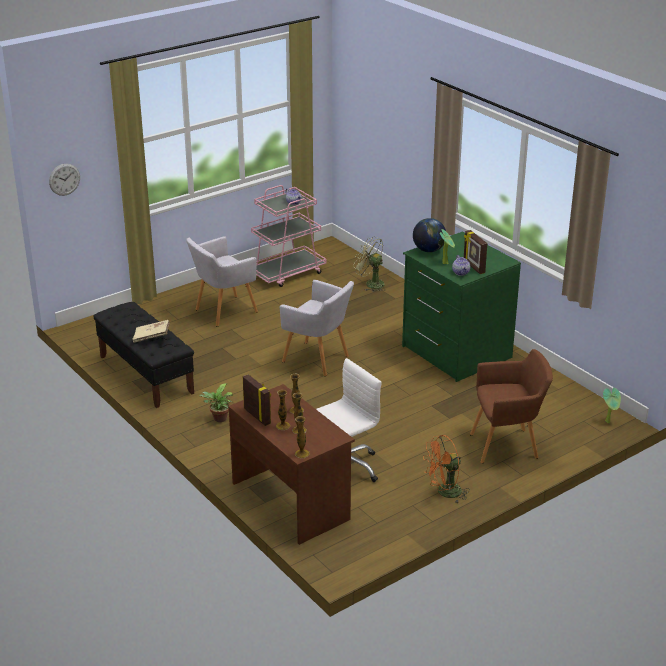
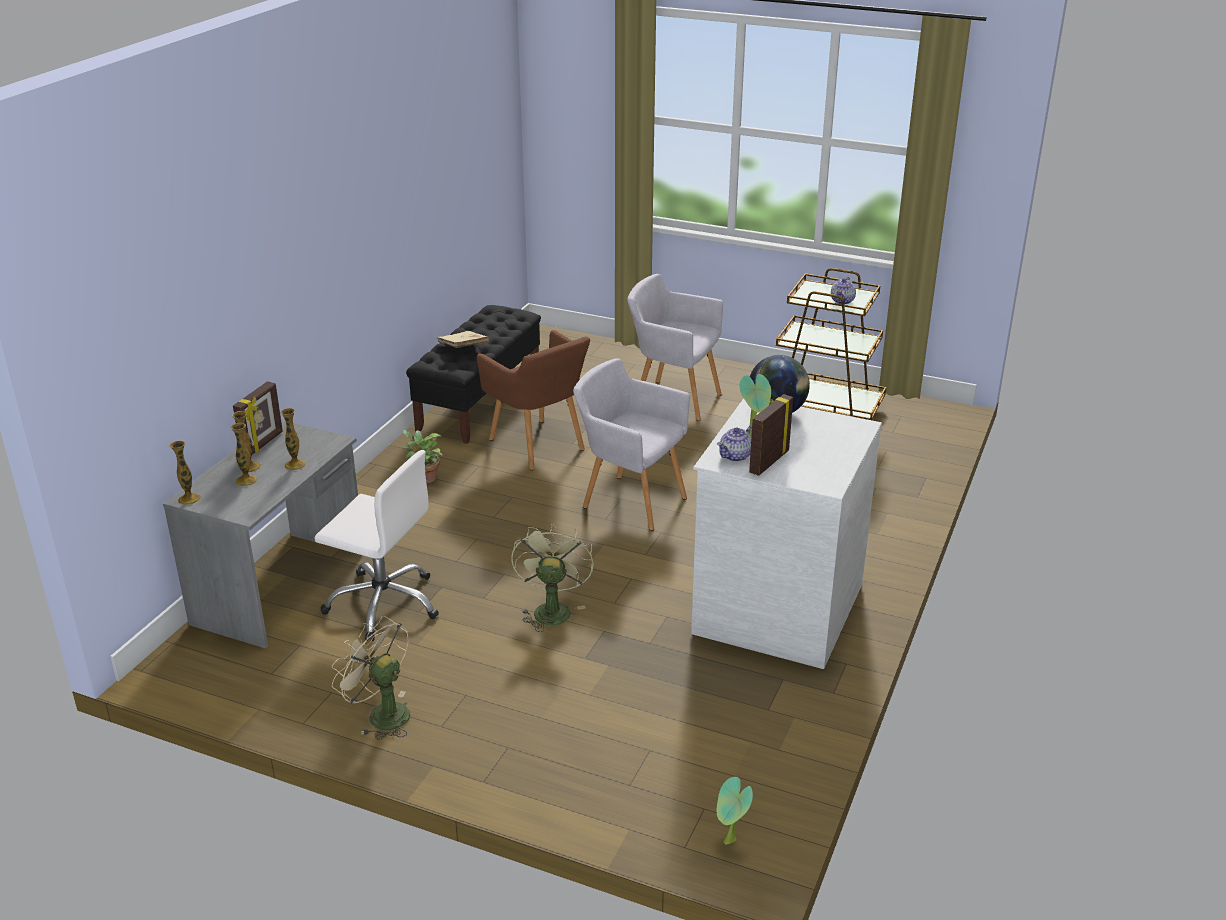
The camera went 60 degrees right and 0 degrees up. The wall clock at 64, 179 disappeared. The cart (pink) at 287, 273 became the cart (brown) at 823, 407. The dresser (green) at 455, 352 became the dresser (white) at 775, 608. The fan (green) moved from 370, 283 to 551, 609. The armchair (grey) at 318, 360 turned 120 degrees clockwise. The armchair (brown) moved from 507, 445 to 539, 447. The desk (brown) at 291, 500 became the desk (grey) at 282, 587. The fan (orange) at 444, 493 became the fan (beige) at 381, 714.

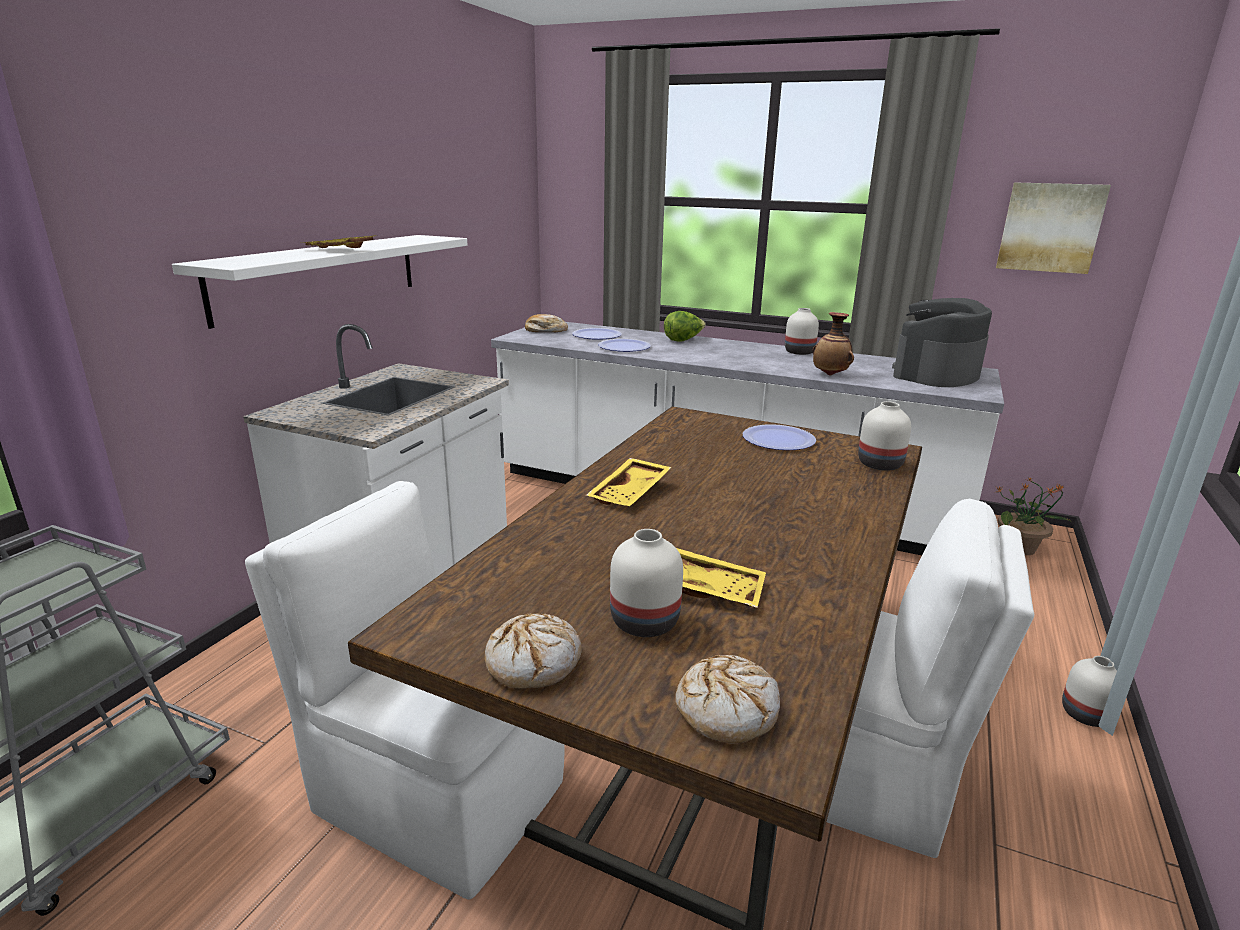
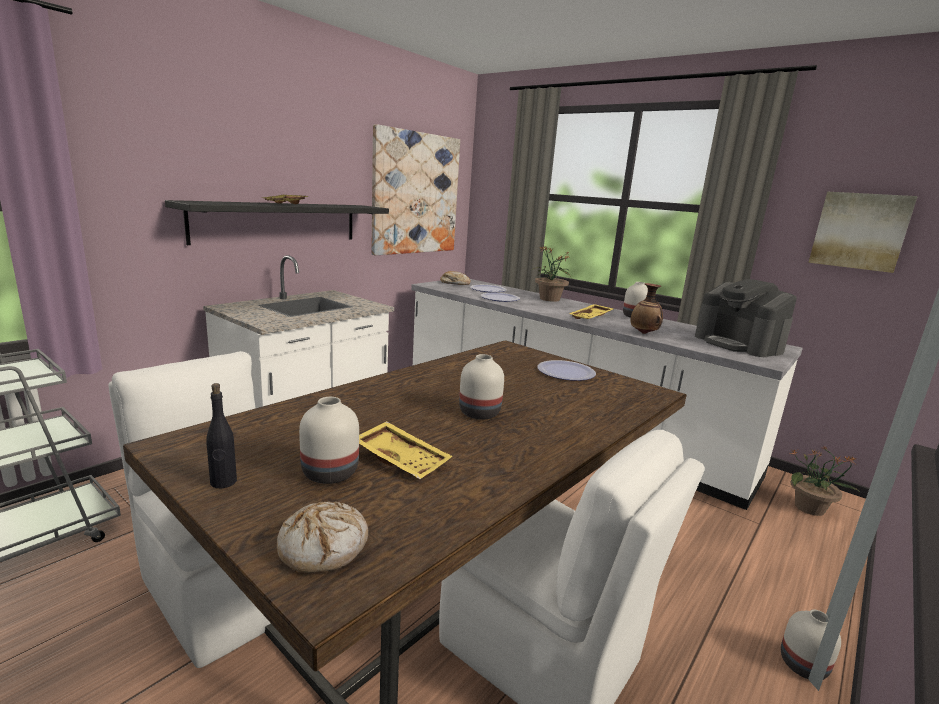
The camera went 15 degrees right and 5 degrees down. The shelf (white) at 321, 275 became the shelf (black) at 278, 222. The coffee machine at 936, 374 turned 90 degrees counterclockwise. The lettuce at 683, 340 was replaced by the potted plant at 549, 299. The vase (white) moved from 879, 465 to 478, 413. The tray (yellow) moved from 631, 493 to 591, 317. The bread at 534, 662 was replaced by the bottle (black) at 223, 482. The picture at 416, 194 appeared.

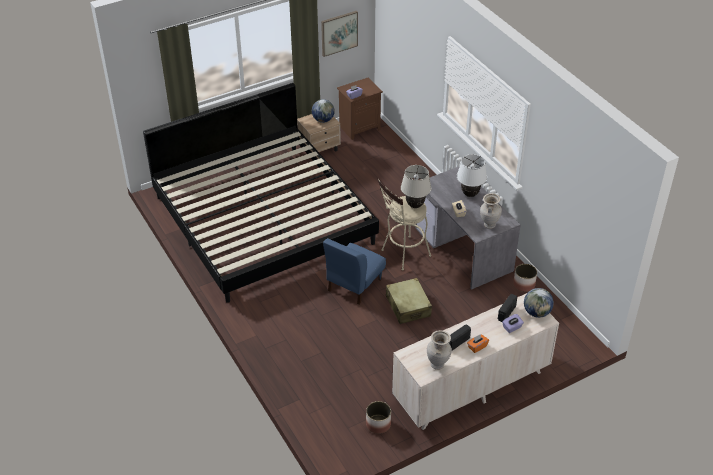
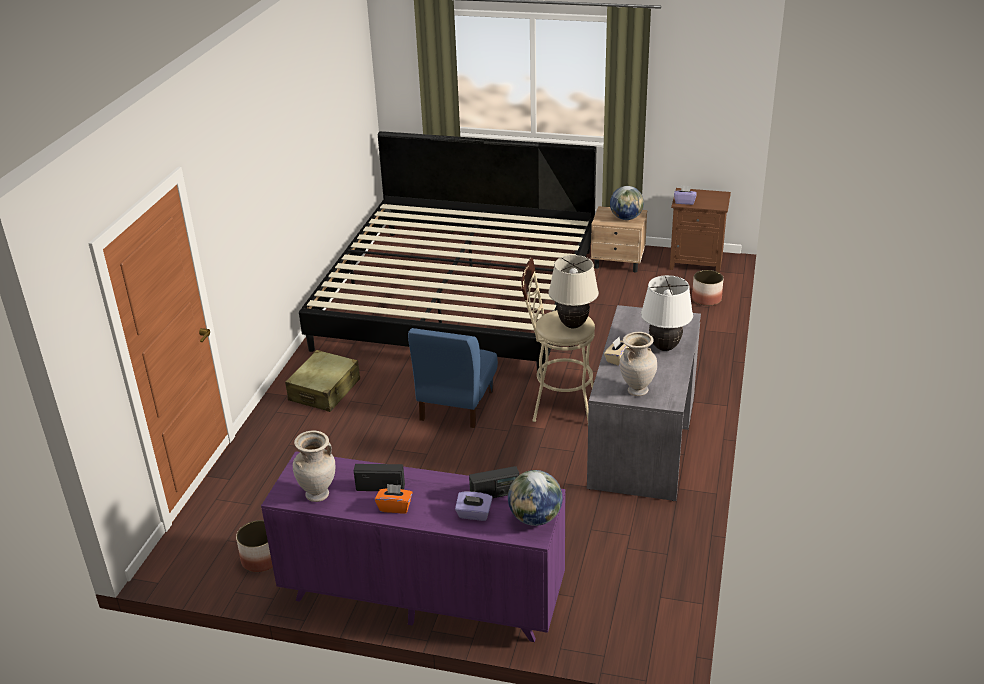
The camera went 45 degrees right and 10 degrees down. The picture at 339, 33 disappeared. The chair (blue) at 354, 285 turned 60 degrees counterclockwise. The planter moved from 524, 284 to 706, 299. The suitcase (beige) moved from 408, 306 to 325, 390. The dresser (beige) at 471, 387 became the dresser (purple) at 421, 595.

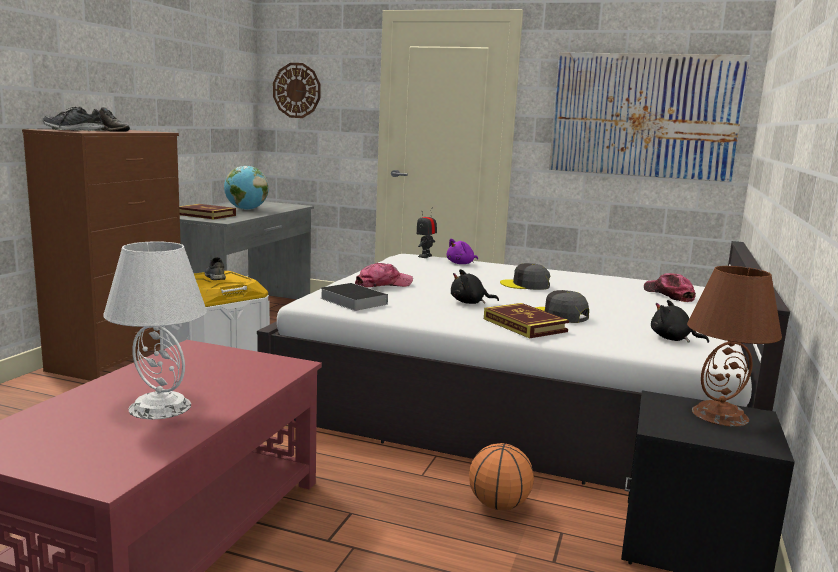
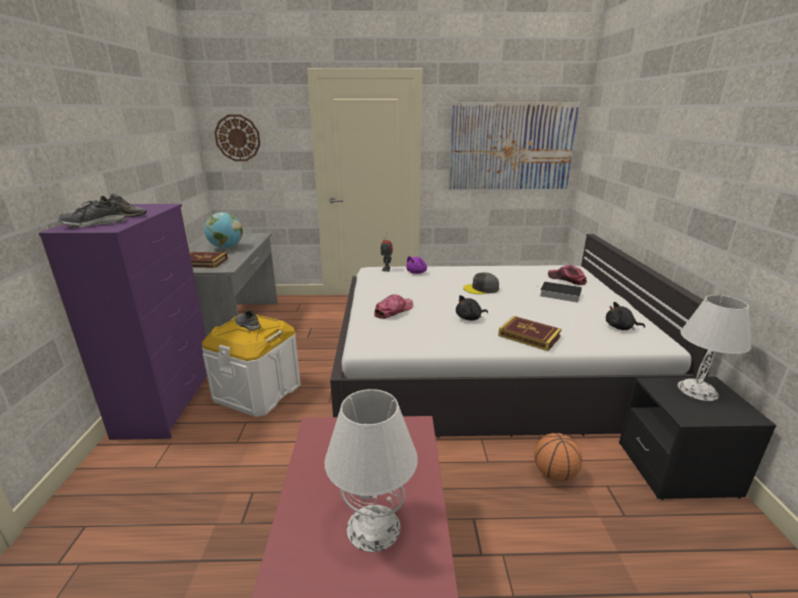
The camera went 20 degrees left and 10 degrees up. The dresser (brown) at 120, 356 became the dresser (purple) at 168, 402. The table lamp (brown) at 720, 415 became the table lamp (white) at 698, 390. The book moved from 351, 301 to 558, 294. The cap (grey) at 559, 315 disappeared.

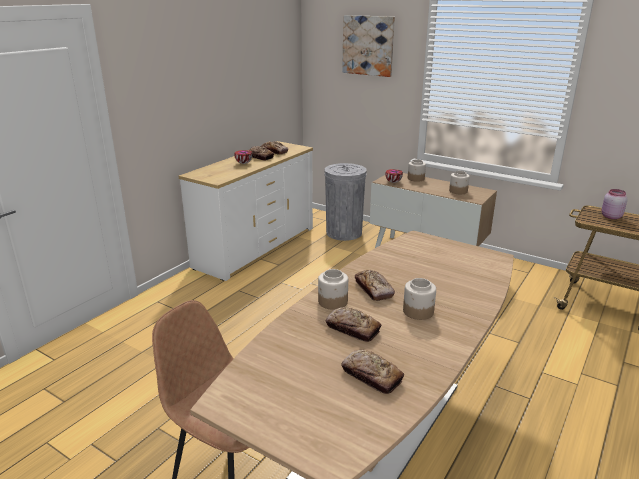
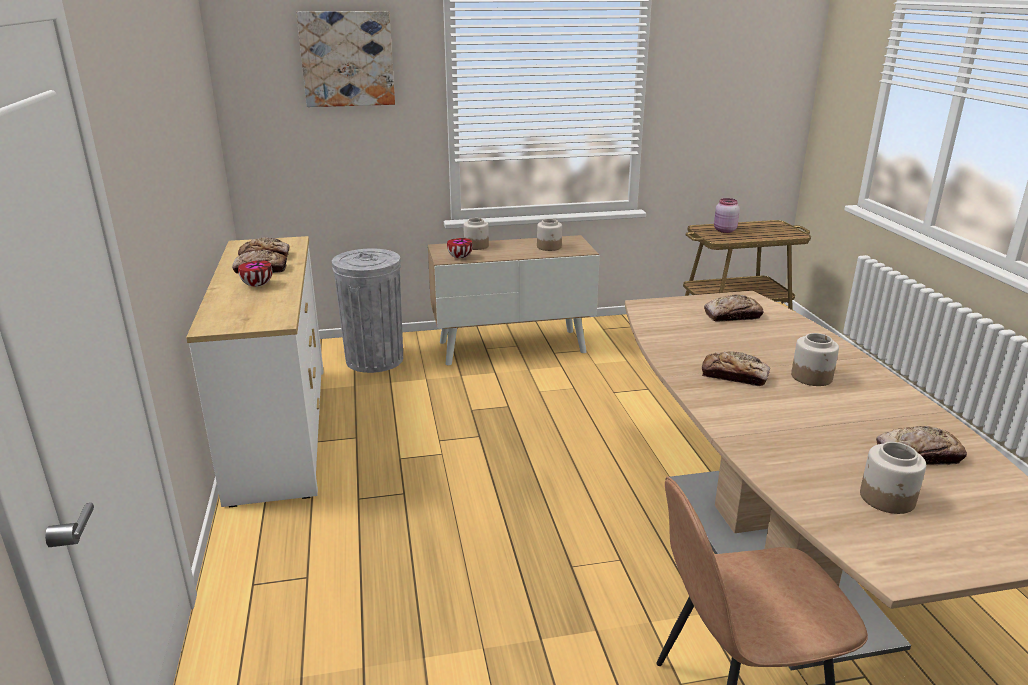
The camera went 45 degrees left and 0 degrees up. The jar moved from 332, 302 to 887, 498. The bread moved from 352, 329 to 732, 316.

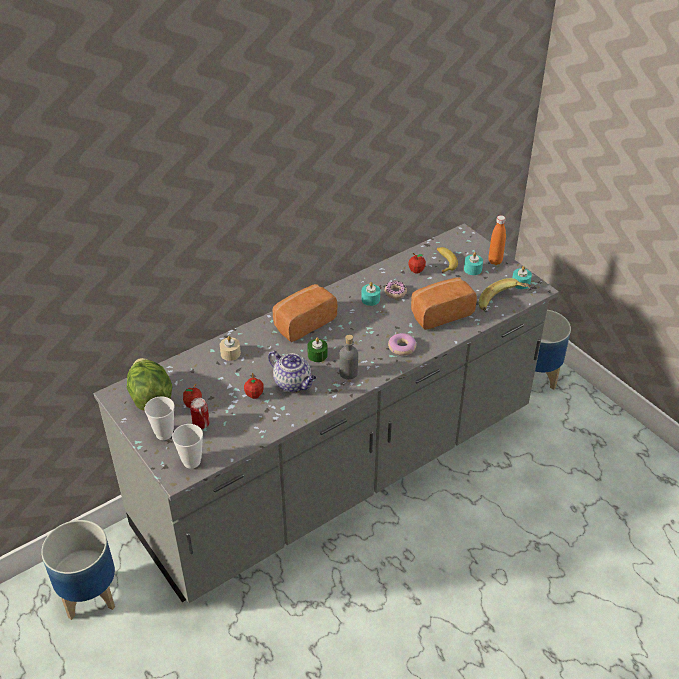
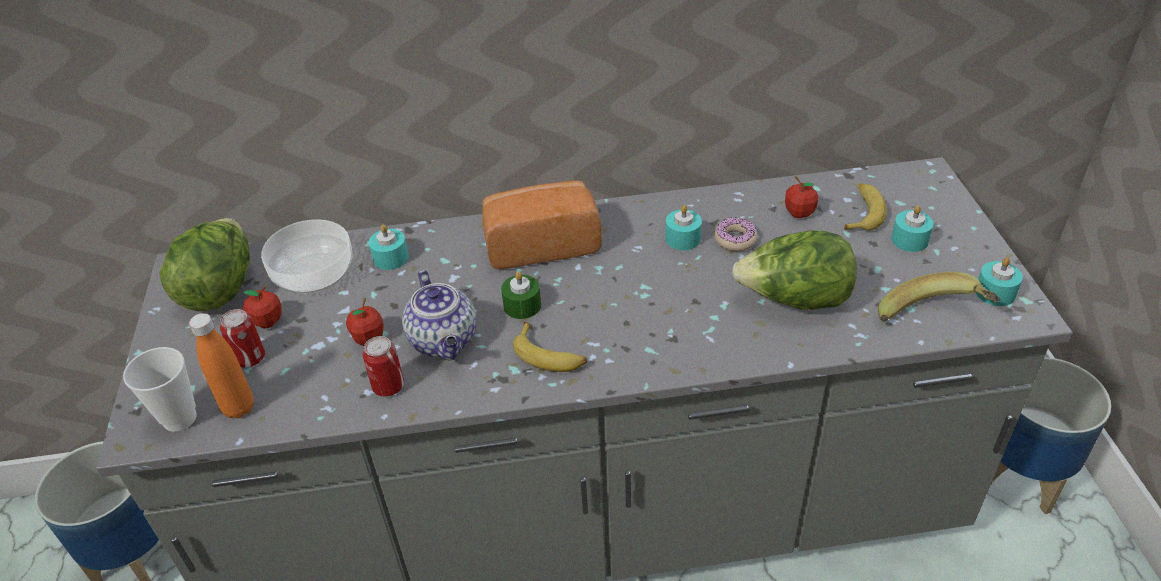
The camera went 30 degrees right and 0 degrees up. The bottle (orange) moved from 495, 261 to 239, 408. The bread at 440, 313 was replaced by the lettuce at 794, 300. The donut at 402, 347 disappeared. The bottle (grey) at 348, 373 was replaced by the banana at 550, 355. The candle (beige) at 230, 353 became the candle (turquoise) at 390, 258. The cup at 164, 433 disappeared. The bowl at 315, 273 appeared. The can at 388, 386 appeared.

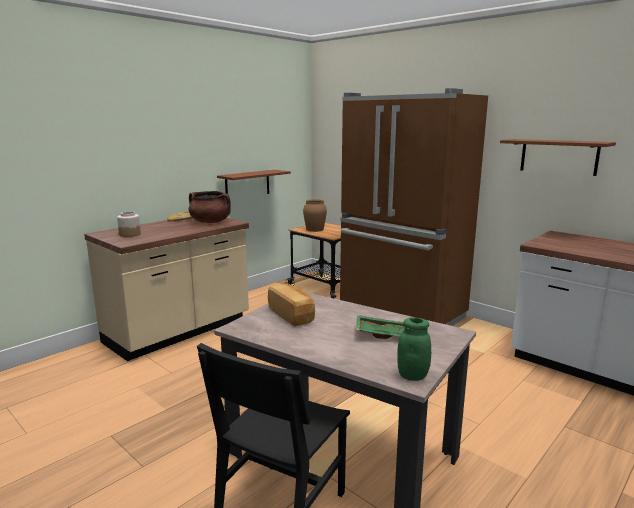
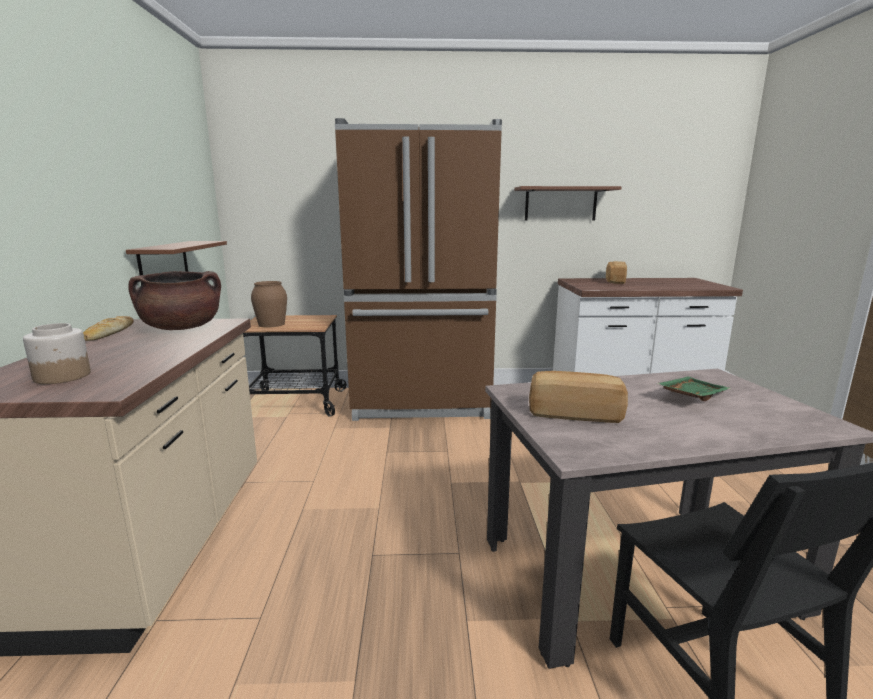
The camera went 45 degrees left and 0 degrees up. The jar (green) at 412, 376 disappeared. The bread at 615, 281 appeared.

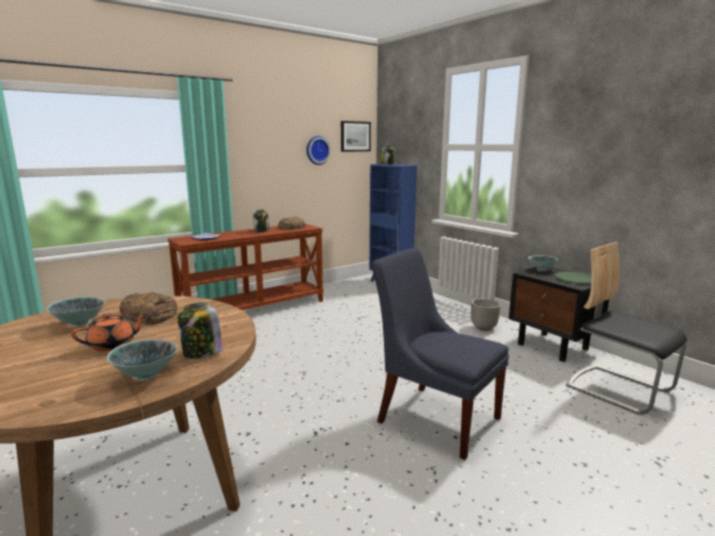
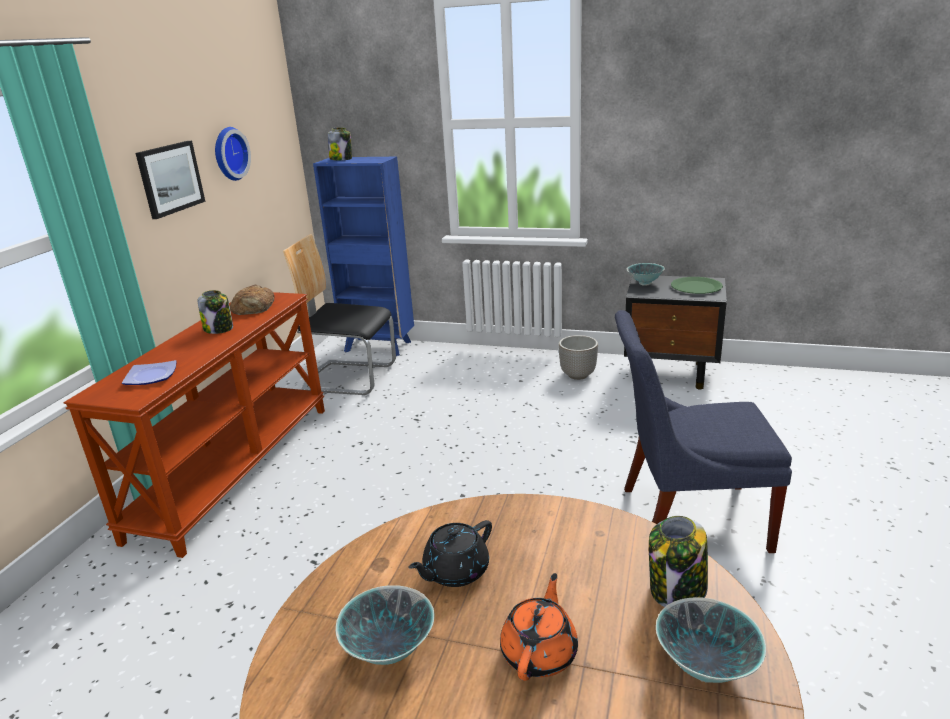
The camera went 35 degrees left and 10 degrees up. The picture moved from 355, 136 to 170, 178. The chair moved from 618, 389 to 350, 377. The bread at 150, 315 was replaced by the teapot (black) at 455, 571.

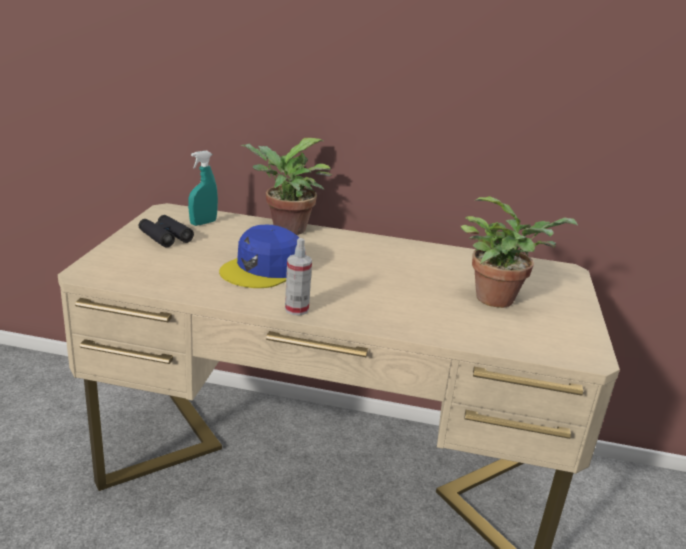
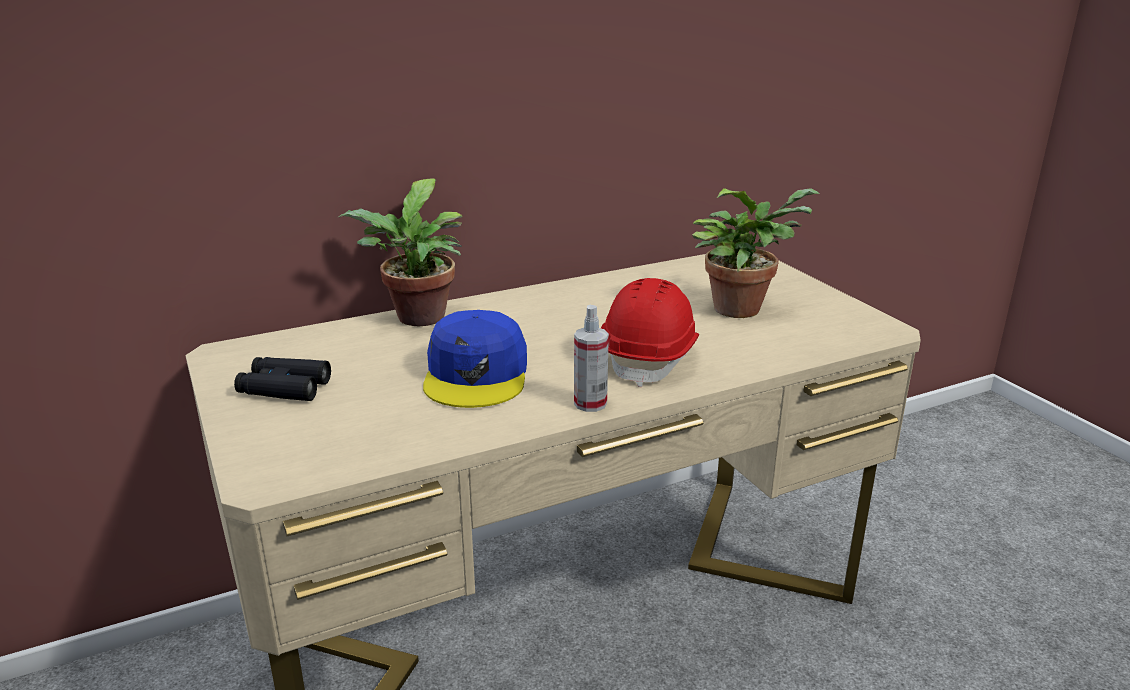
The camera went 35 degrees left and 0 degrees up. The spray bottle (turquoise) at 203, 223 disappeared. The hard hat (red) at 650, 357 appeared.

